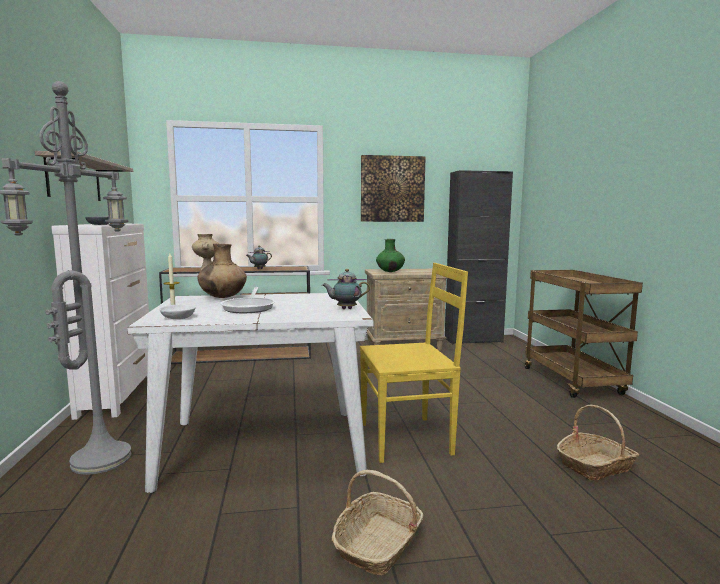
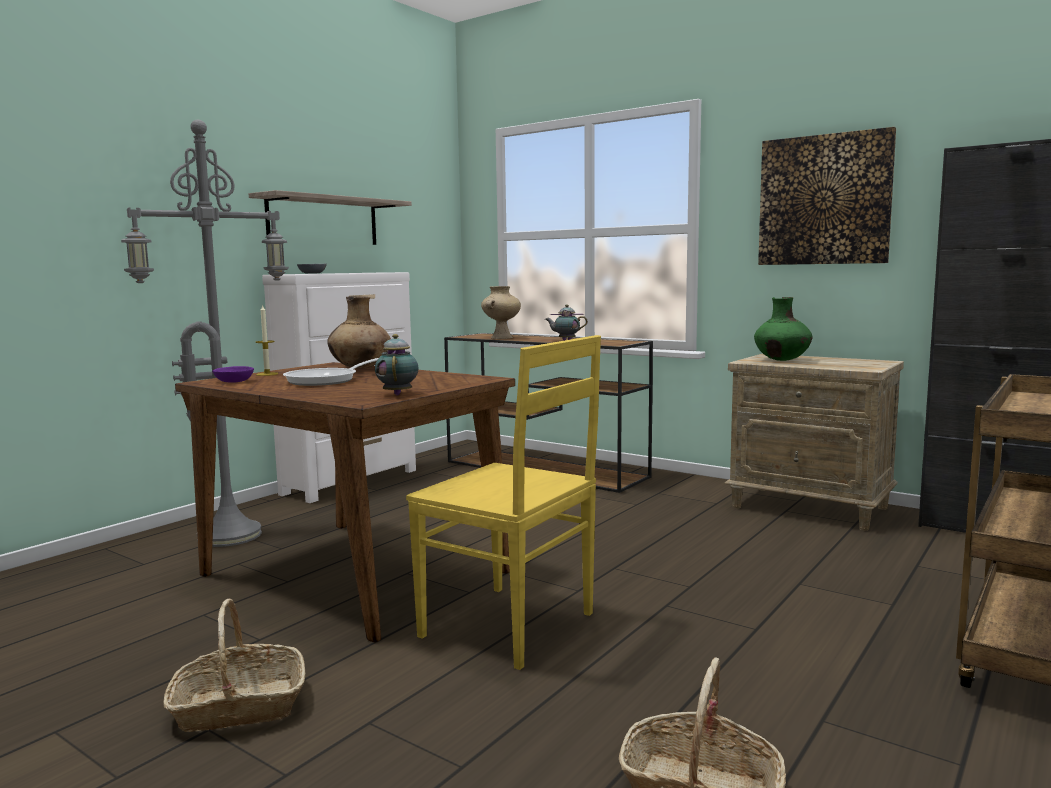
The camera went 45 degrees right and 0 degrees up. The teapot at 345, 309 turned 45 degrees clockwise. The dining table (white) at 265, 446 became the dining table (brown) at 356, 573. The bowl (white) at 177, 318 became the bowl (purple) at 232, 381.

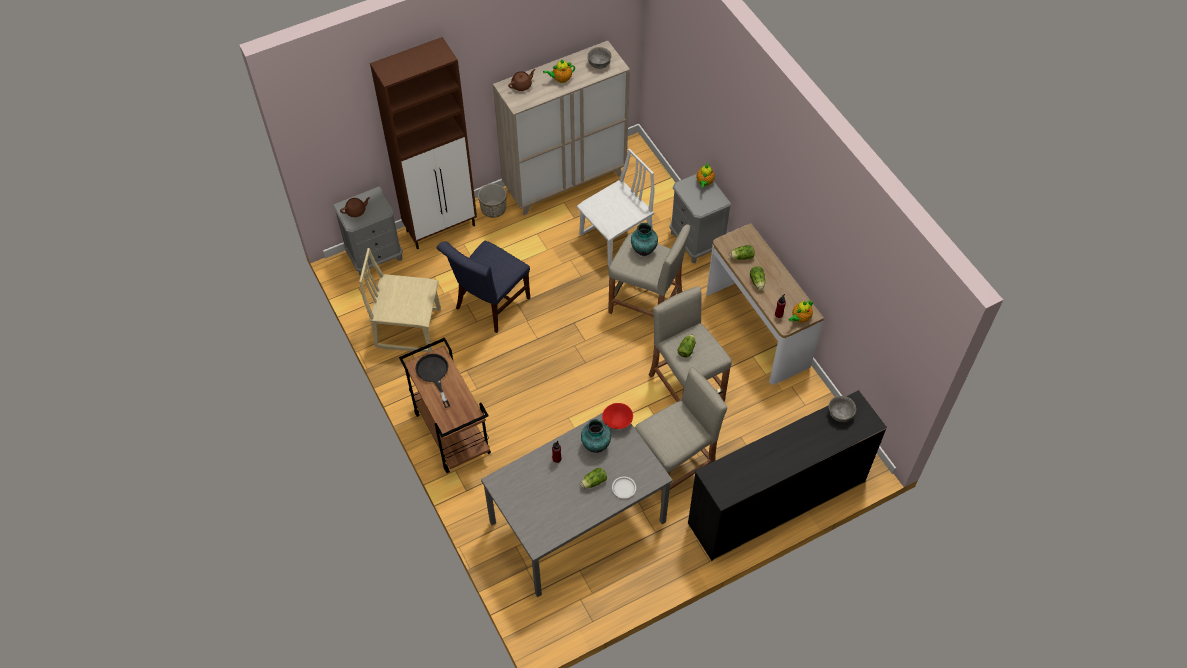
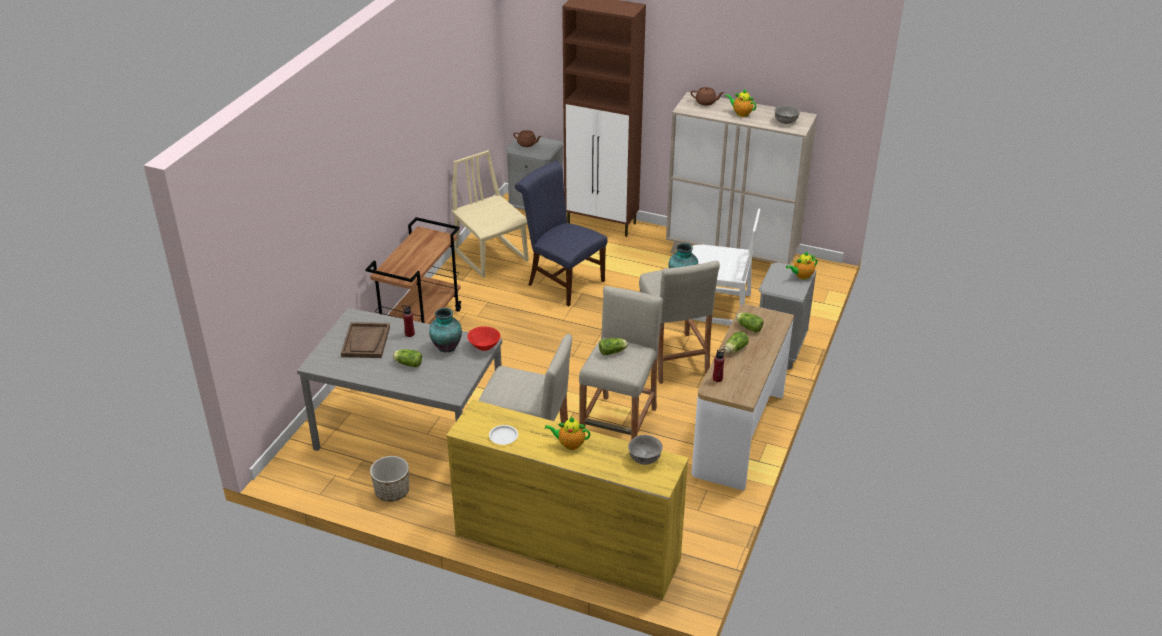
The camera went 50 degrees right and 20 degrees down. The planter moved from 493, 209 to 392, 492. The chair (blue) at 489, 306 turned 45 degrees clockwise. The teapot moved from 800, 318 to 569, 444. The frying pan (black) at 434, 374 disappeared. The dresser (black) at 776, 502 became the dresser (yellow) at 566, 547. The plate (white) moved from 624, 488 to 503, 437. The tray (brown) at 366, 342 appeared.

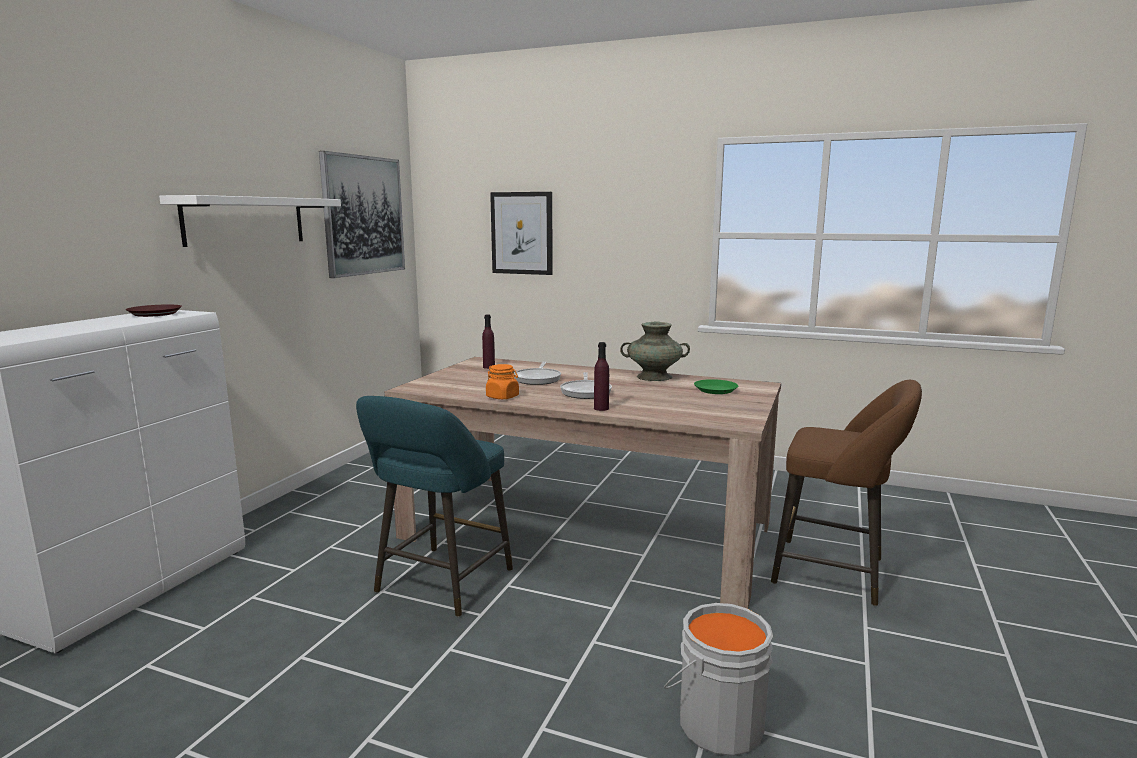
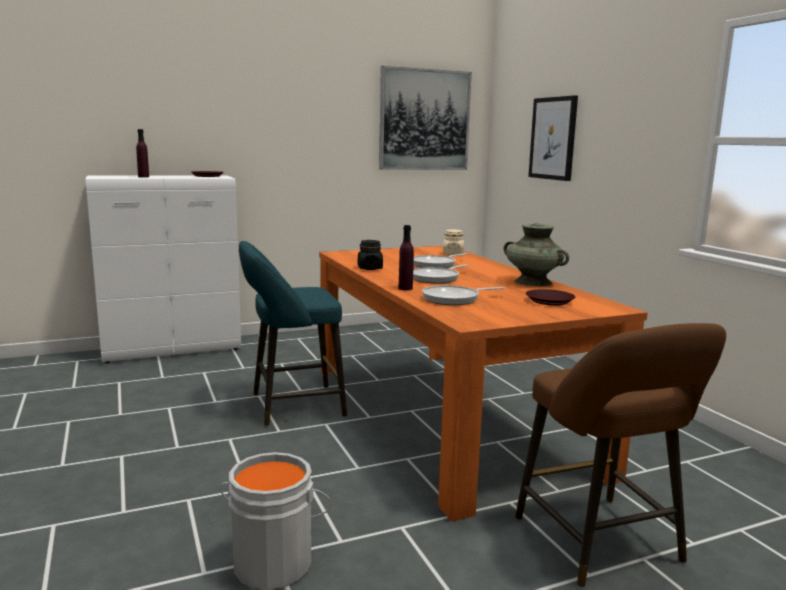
The camera went 45 degrees right and 0 degrees up. The shelf (white) at 245, 220 disappeared. The bottle (purple) moved from 489, 367 to 143, 177. The dining table (beige) at 586, 530 became the dining table (orange) at 446, 417. The jar (orange) at 502, 397 became the jar (black) at 370, 268. The plate (green) at 715, 390 became the plate (brown) at 549, 301. The jar (beige) at 452, 254 appeared. The frying pan at 454, 299 appeared.

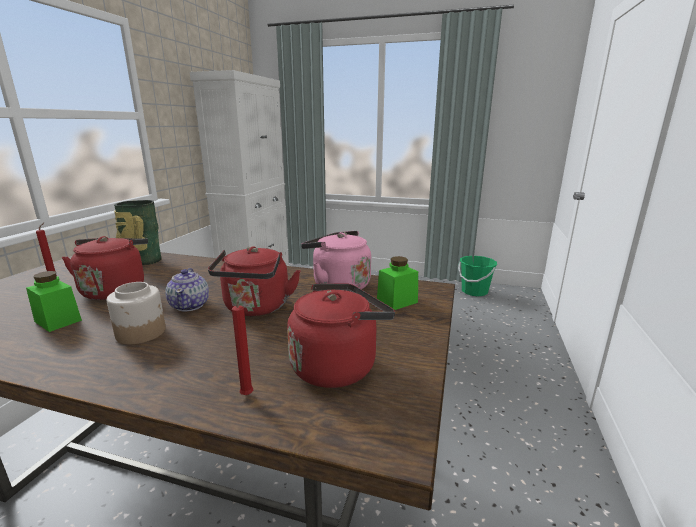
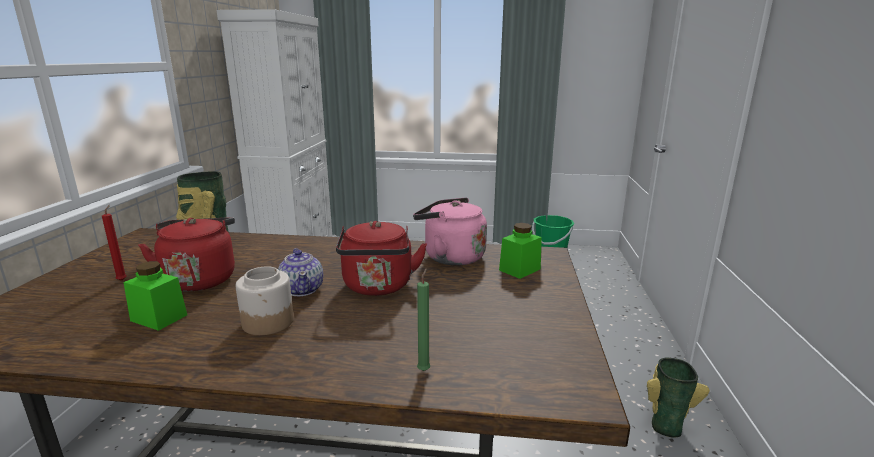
The camera went 10 degrees left and 0 degrees up. The kettle (red) at 337, 365 disappeared. The candle (red) at 248, 394 became the candle (green) at 424, 369. The vase at 665, 424 appeared.

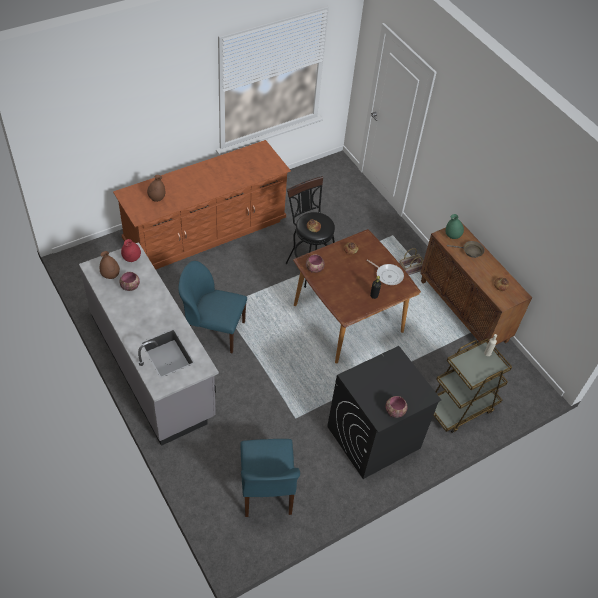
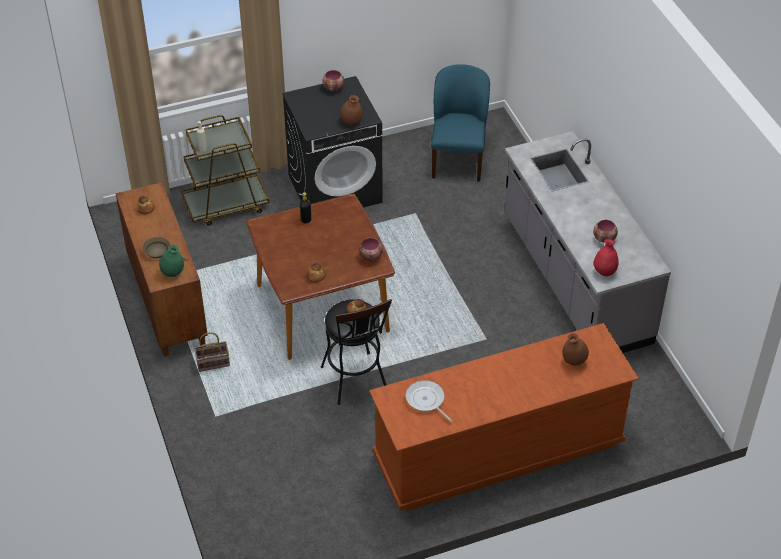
The camera went 165 degrees left and 5 degrees down. The vase (brown) moved from 110, 275 to 351, 122. The frying pan moved from 388, 275 to 426, 400. The chair (blue) at 213, 330 disappeared.

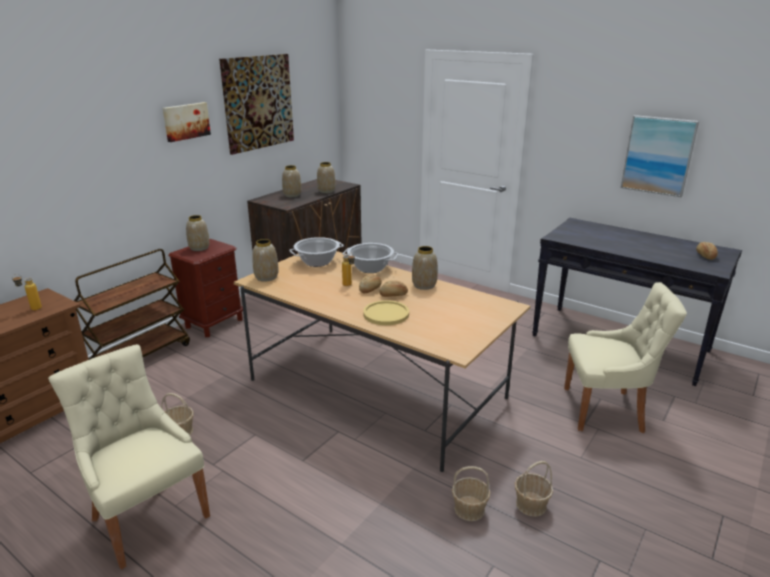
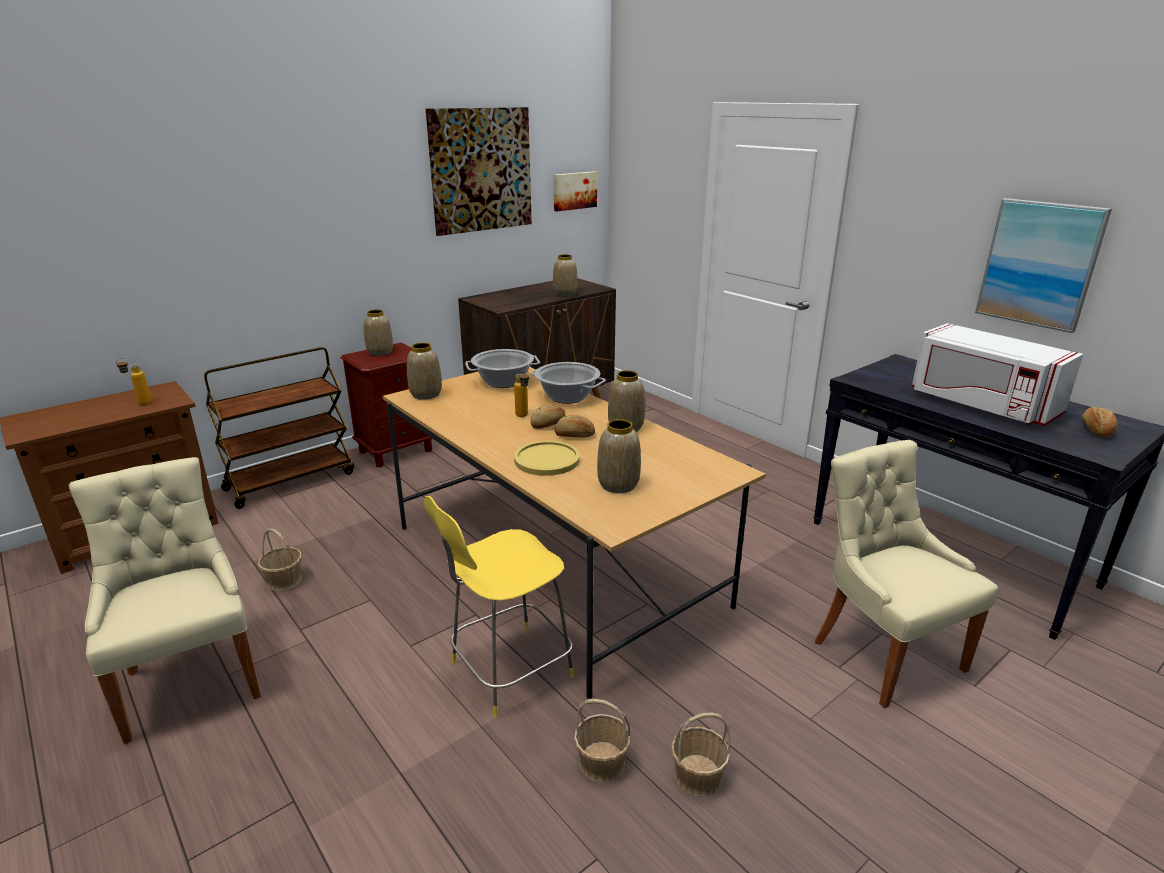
The camera went 15 degrees right and 0 degrees up. The picture moved from 186, 121 to 574, 190. The vase moved from 292, 195 to 619, 485. The chair (beige) at 606, 410 turned 135 degrees counterclockwise. The microwave (white) at 981, 404 appeared. The stool (yellow) at 507, 671 appeared.

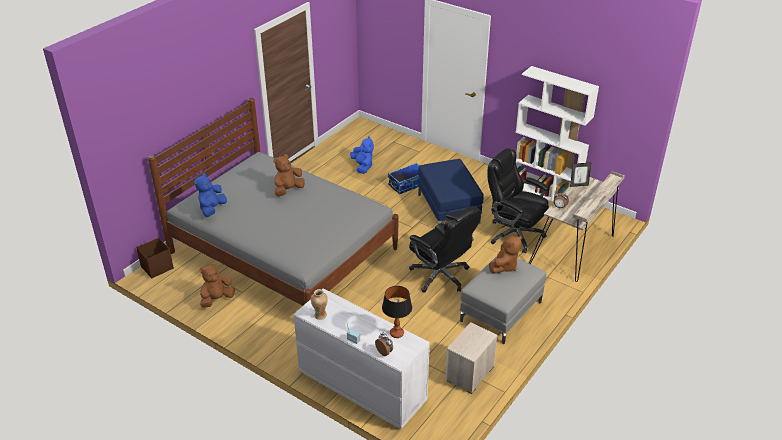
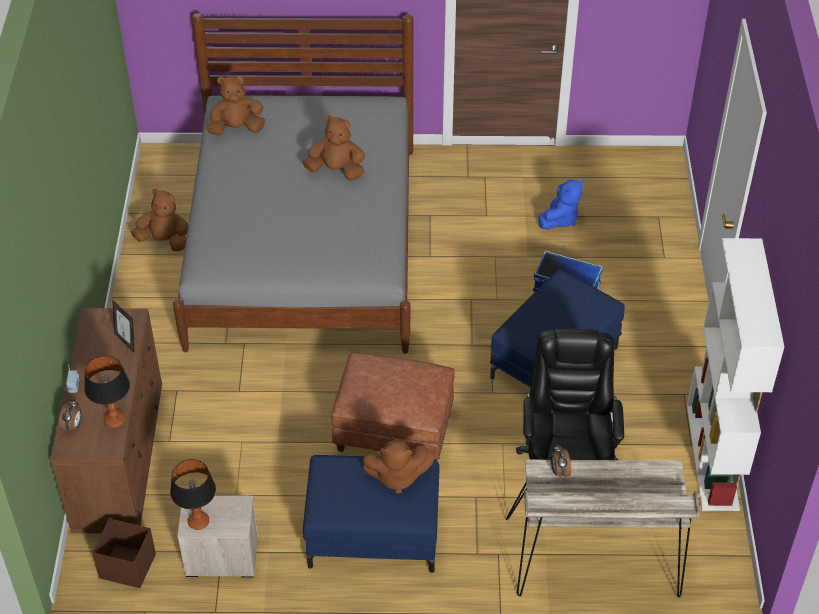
The camera went 55 degrees right and 10 degrees up. The picture frame moved from 578, 185 to 126, 341. The plush toy (blue) at 212, 209 became the plush toy (brown) at 236, 129. The office chair (black) at 441, 276 was replaced by the ottoman (brown) at 392, 430. The storage box (brown) moved from 156, 268 to 127, 566. The ottoman (grey) at 501, 312 became the ottoman (blue) at 372, 534. The dresser (white) at 361, 386 became the dresser (brown) at 119, 457. The vase at 320, 315 disappeared. The table lamp at 198, 522 appeared.

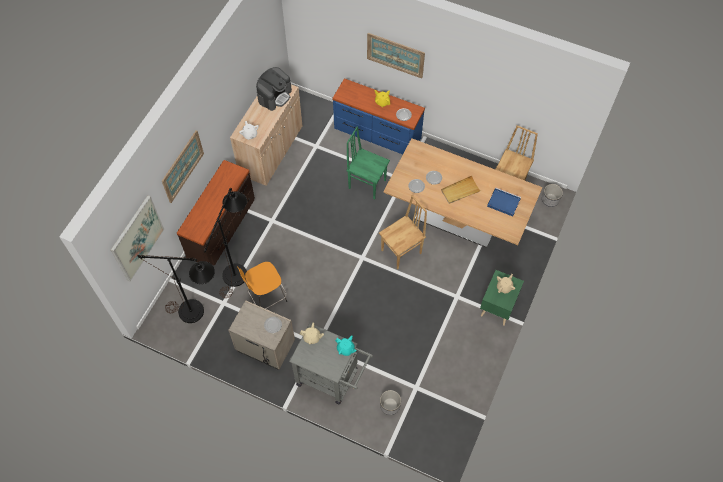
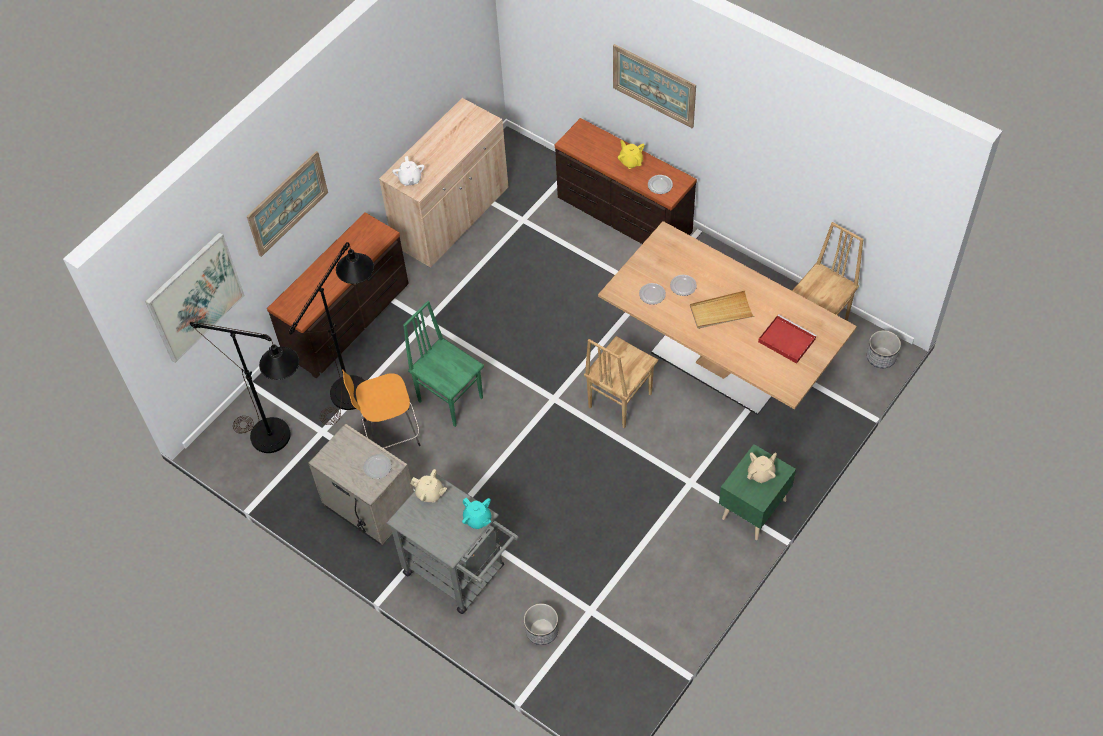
The camera went 15 degrees right and 5 degrees down. The coffee machine at 274, 95 disappeared. The dresser (blue) at 377, 134 became the dresser (brown) at 623, 215. The chair (green) moved from 367, 183 to 450, 398. The tray (blue) at 503, 202 became the tray (red) at 785, 340. The chair (brown) at 402, 252 turned 150 degrees clockwise.

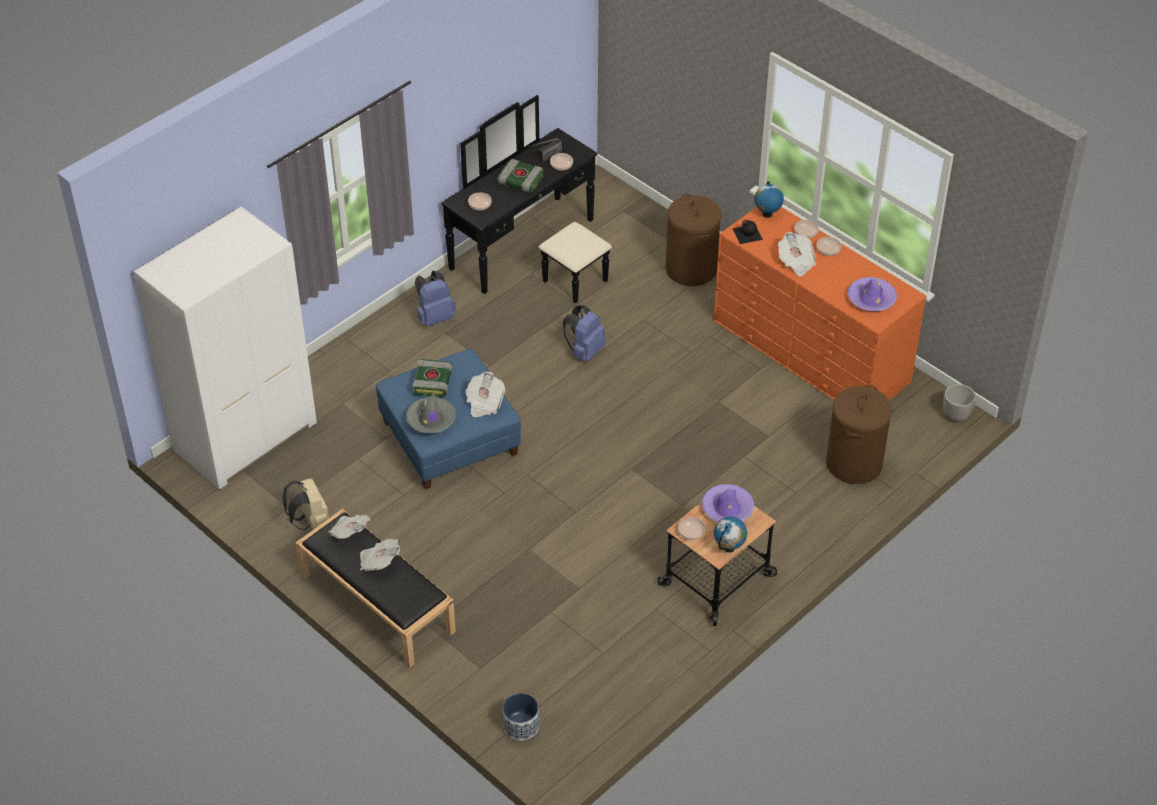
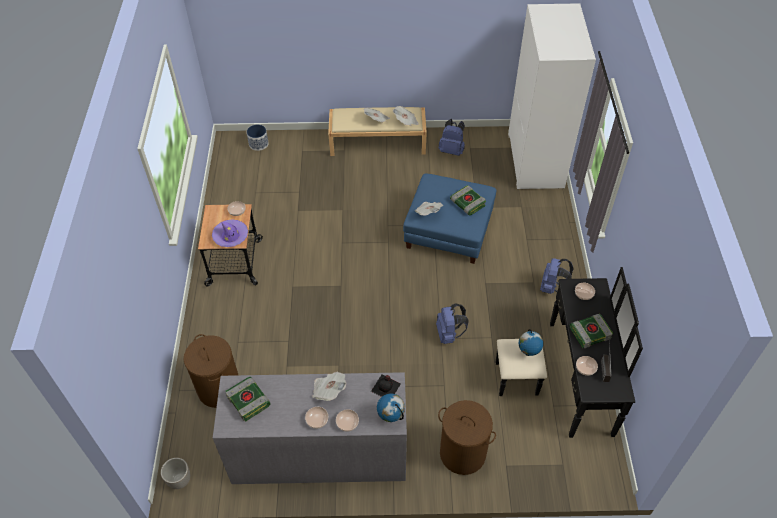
The camera went 135 degrees right and 5 degrees up. The dresser (orange) at 811, 351 became the dresser (grey) at 319, 452. The hat (purple) at 871, 299 was replaced by the book at 249, 401. The hat (grey) at 431, 420 disappeared. The backpack (beige) at 310, 521 became the backpack (blue) at 452, 150. The bench (black) at 376, 602 became the bench (beige) at 378, 142. The globe moved from 729, 548 to 528, 352.

